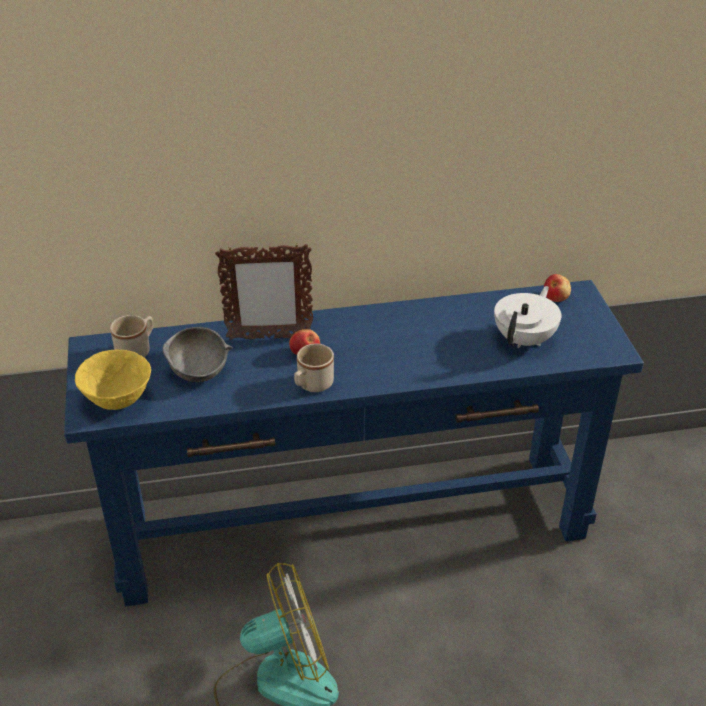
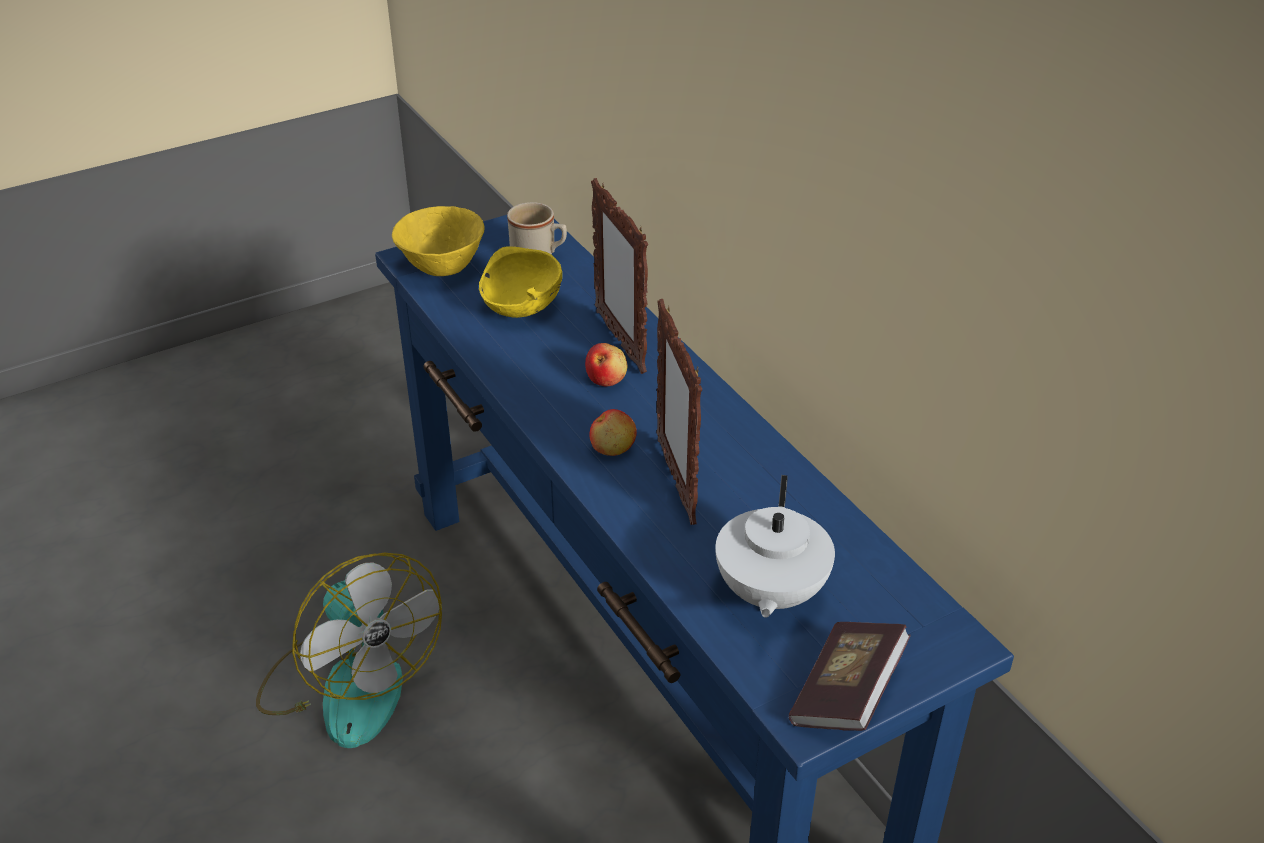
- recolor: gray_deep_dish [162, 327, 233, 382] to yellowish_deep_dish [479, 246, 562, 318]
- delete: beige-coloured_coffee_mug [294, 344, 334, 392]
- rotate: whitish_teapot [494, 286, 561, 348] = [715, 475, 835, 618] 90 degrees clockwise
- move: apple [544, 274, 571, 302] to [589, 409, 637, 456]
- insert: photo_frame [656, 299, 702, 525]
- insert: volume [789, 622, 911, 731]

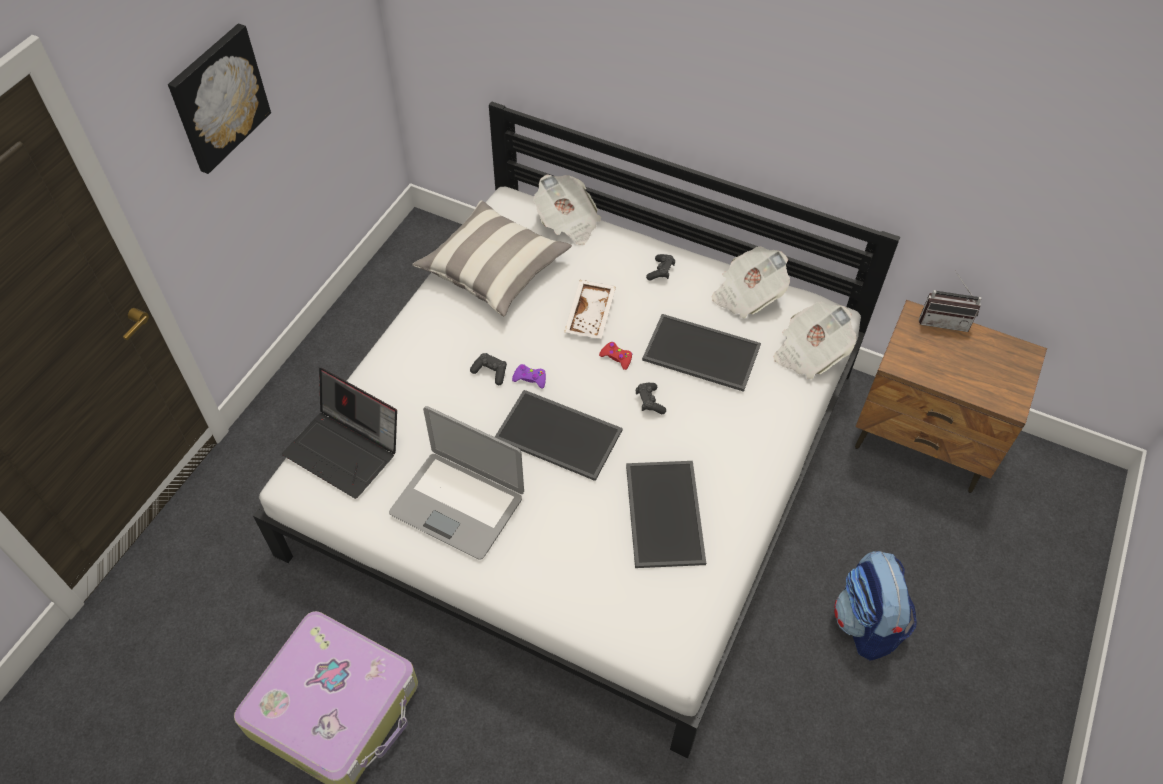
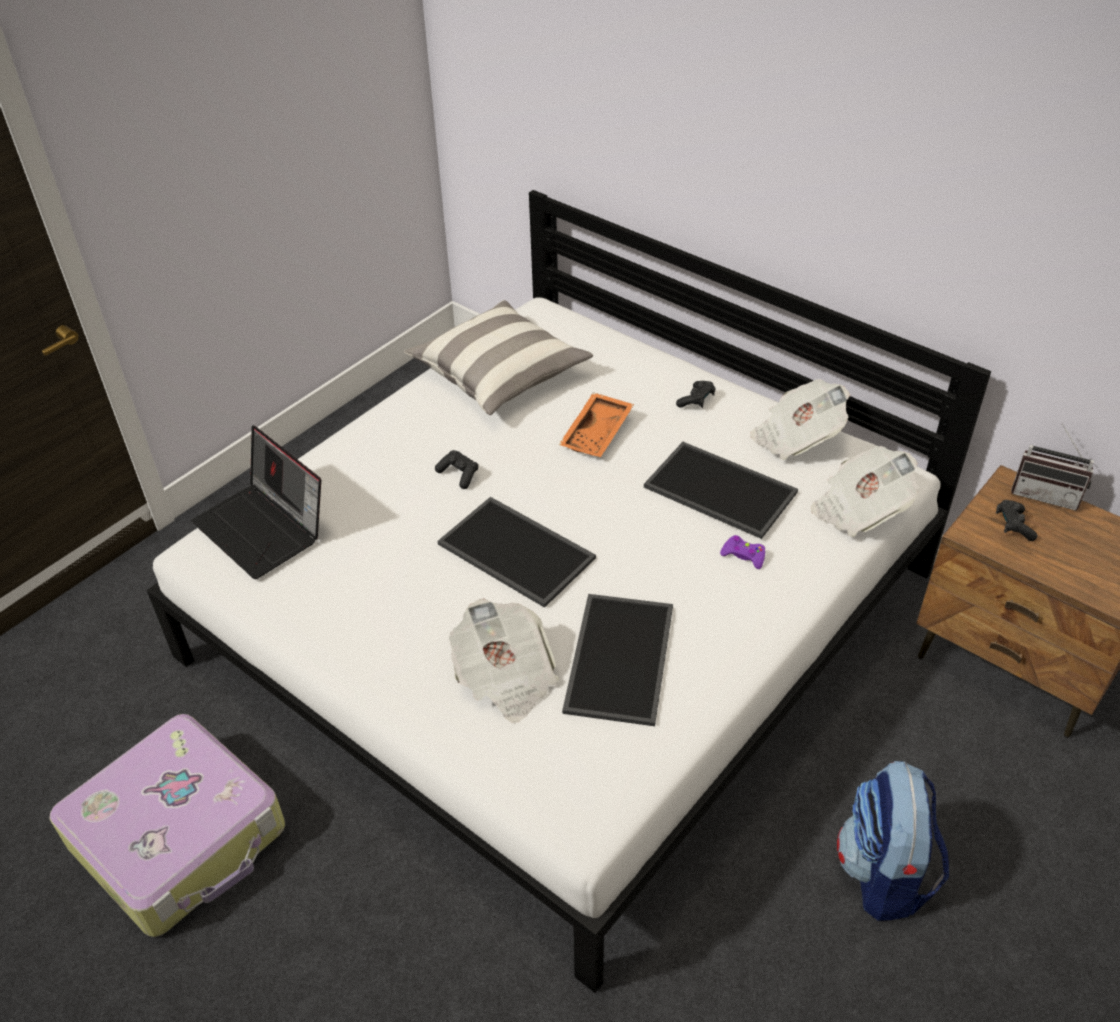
- delete: picture [168, 24, 271, 174]
- delete: portable_computer [389, 406, 524, 560]
- move: purple_joypad [512, 364, 546, 388] to [720, 535, 765, 569]
- move: printed_paper [533, 174, 601, 245] to [449, 599, 559, 722]
- recolor: whitish_tray [564, 280, 616, 339] to orange-coloured_tray [559, 393, 634, 457]
- delete: reddish_joypad [599, 342, 633, 370]
- move: blackish_joypad [636, 383, 666, 414] to [996, 500, 1037, 541]

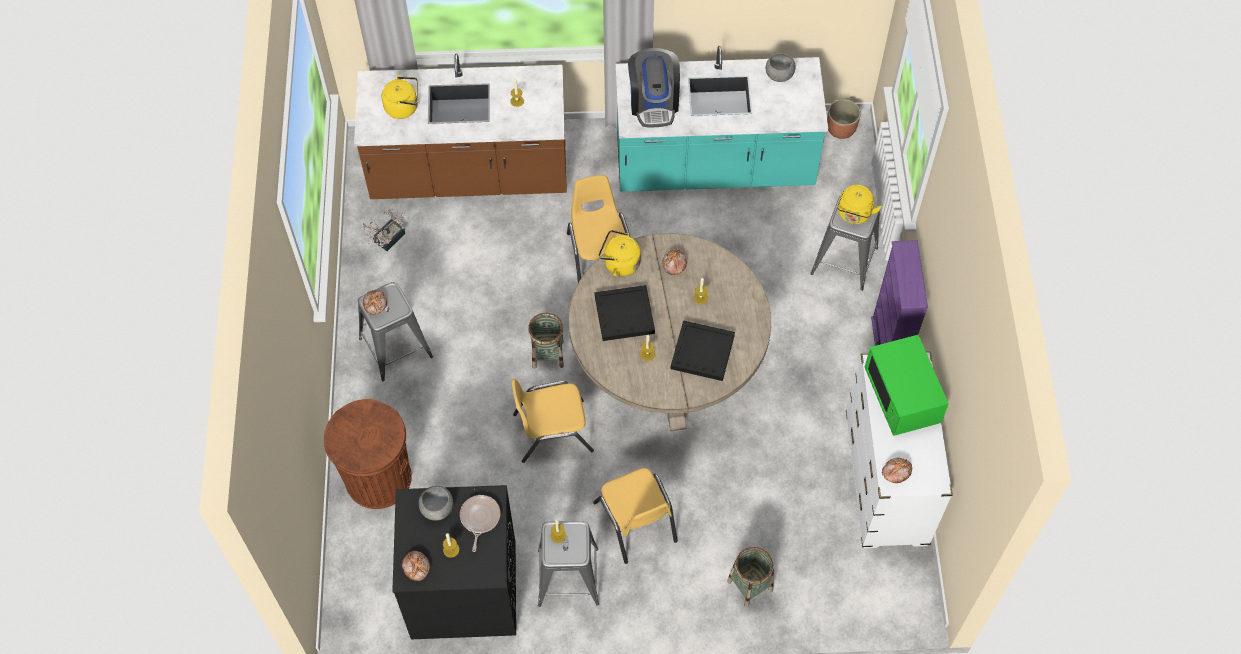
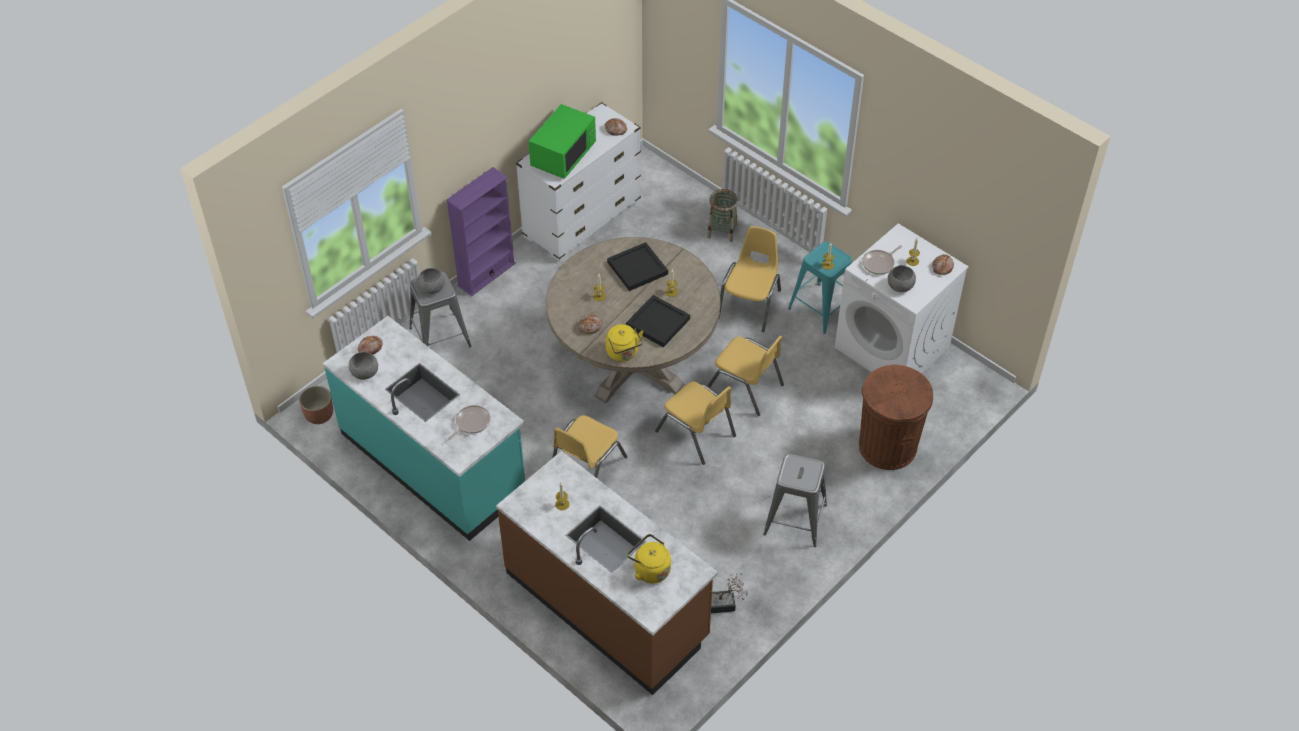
- move: baked_bread [363, 289, 387, 315] to [357, 336, 383, 355]
- recolor: blackish_laundry_machine [392, 485, 516, 639] to whitish_laundry_machine [835, 223, 969, 374]
- replace: household_basket [528, 313, 564, 369] to yellowish_upright_chair [655, 382, 736, 465]
- recolor: gray_stool [538, 521, 599, 607] to turquoise-coloured_stool [788, 241, 852, 334]
- replace: coffee_machine [628, 48, 680, 127] to frying_pan [448, 405, 490, 440]
- replace: yellowish_kettle [837, 185, 882, 224] to gray_deep_dish [418, 268, 445, 294]

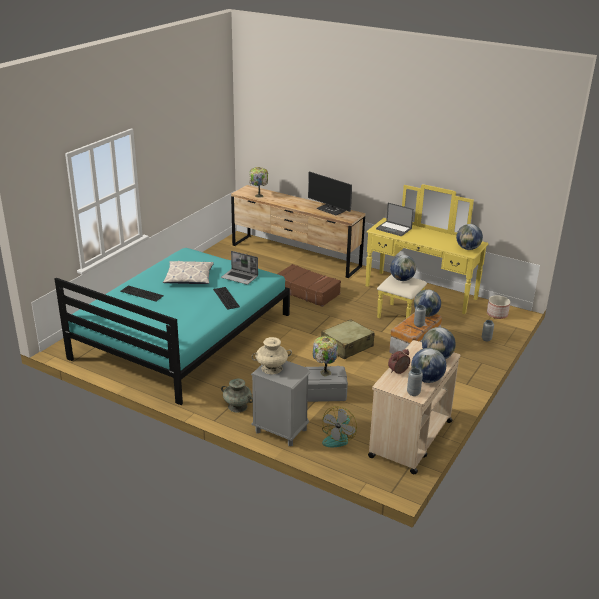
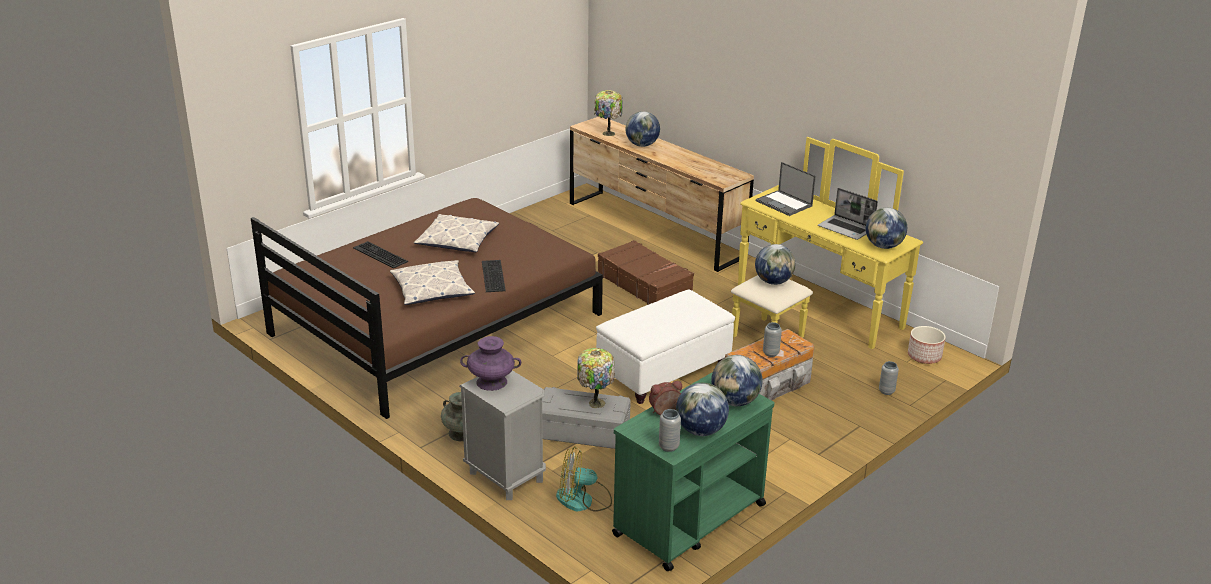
- recolor: turquoise-coloured_sleeping_bed [55, 248, 290, 405] to brown_sleeping_bed [251, 198, 603, 419]
- move: portable_computer [221, 251, 258, 285] to [818, 188, 878, 240]
- recolor: beige-coloured_decorative_vase [251, 337, 292, 374] to purple_decorative_vase [460, 336, 521, 391]
- delete: computer_display [308, 171, 352, 216]
- replace: beige-coloured_suitcase [321, 319, 375, 359] to whitish_ottoman [596, 289, 735, 404]
- rotate: fan [322, 406, 357, 447] = [556, 447, 612, 512] 45 degrees clockwise
- recolor: beige-coloured_cart [368, 340, 460, 474] to green_cart [612, 372, 775, 571]
- move: desk_globe [414, 289, 441, 317] to [626, 111, 660, 147]
- insert: pillow [390, 260, 475, 305]

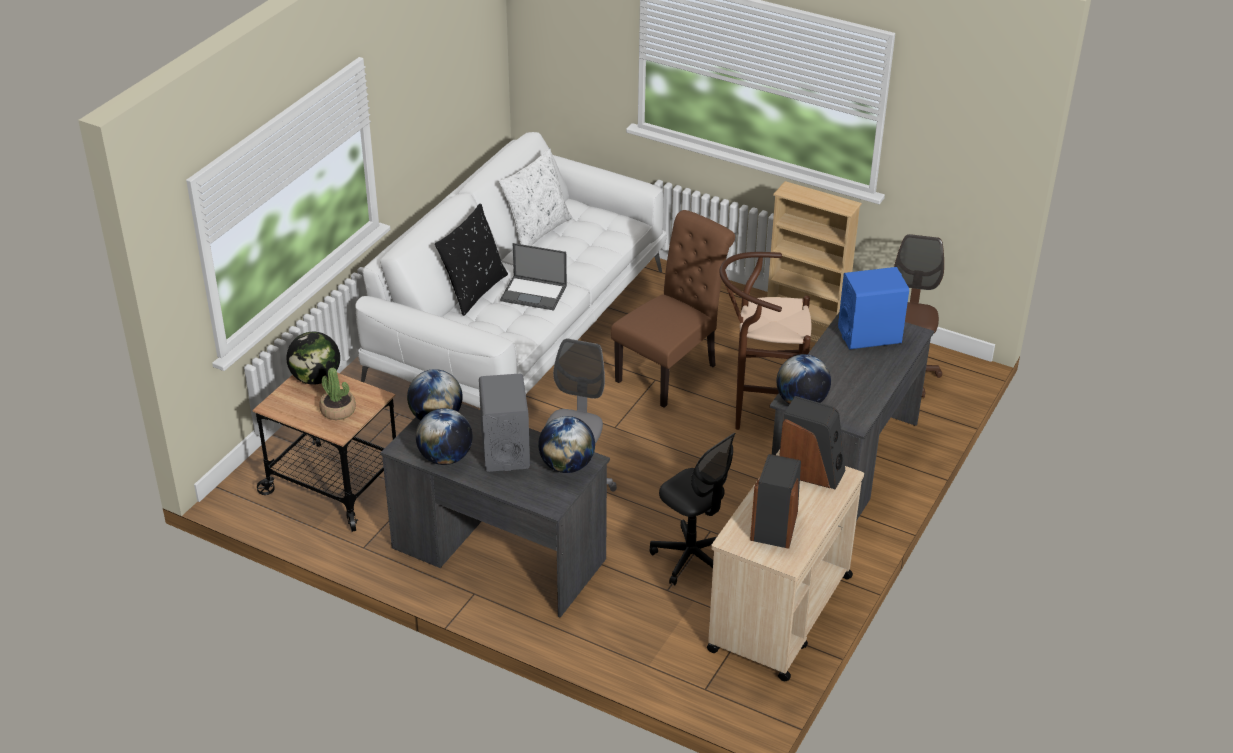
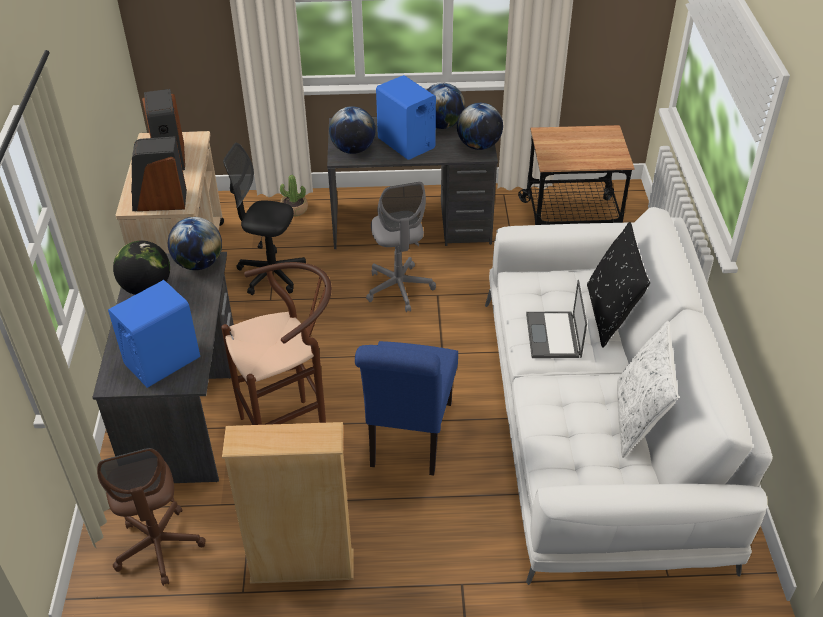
- move: desk_globe [286, 332, 340, 385] to [113, 240, 170, 295]
- move: potted_plant [319, 368, 356, 420] to [280, 175, 308, 217]
- recolor: gray_audio_speaker [479, 374, 530, 472] to bluish_audio_speaker [376, 75, 436, 160]
- rotate: portable_computer [500, 243, 567, 310] = [526, 280, 587, 358] 75 degrees counterclockwise
- recolor: brown_upright_chair [611, 210, 735, 408] to bluish_upright_chair [355, 341, 458, 475]

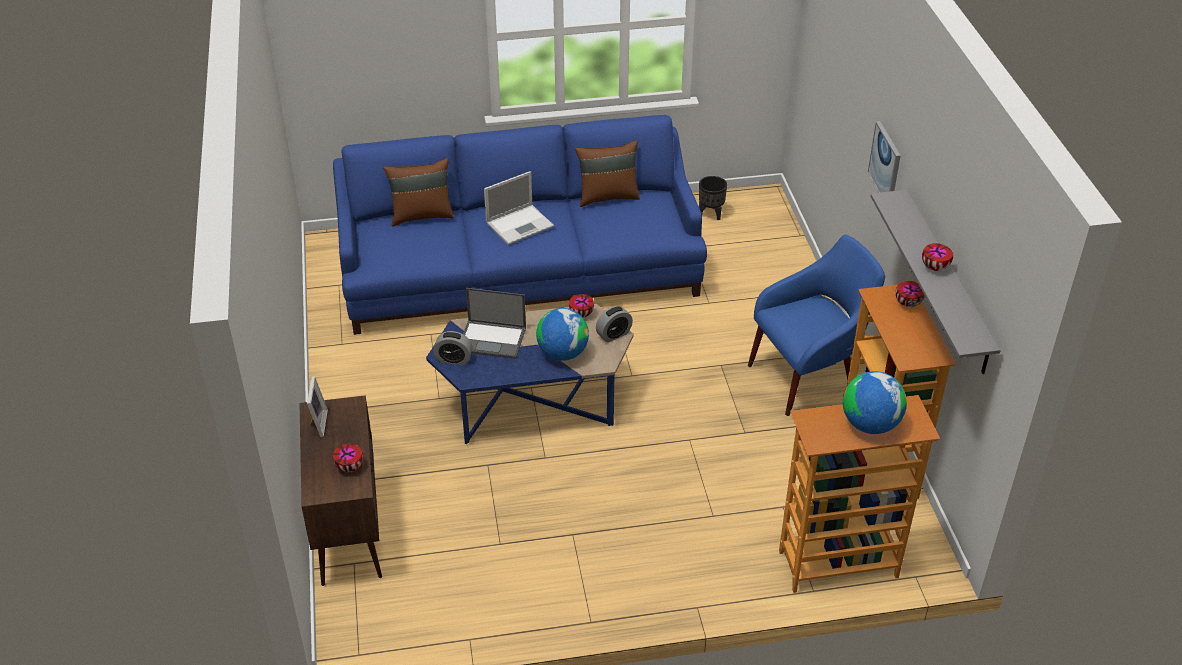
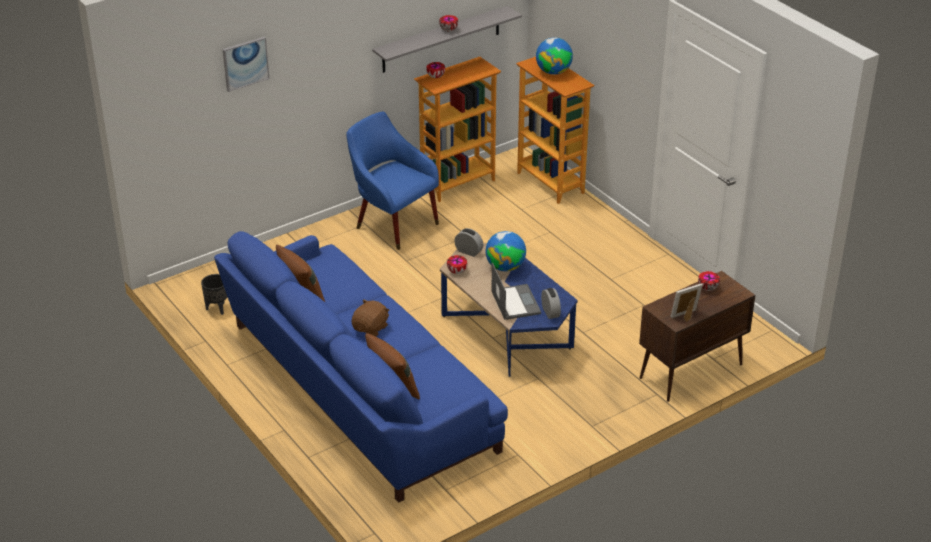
- replace: portable_computer [484, 171, 554, 245] to brown_cuddly_toy [352, 299, 390, 337]
- move: picture [868, 121, 901, 193] to [223, 37, 269, 92]

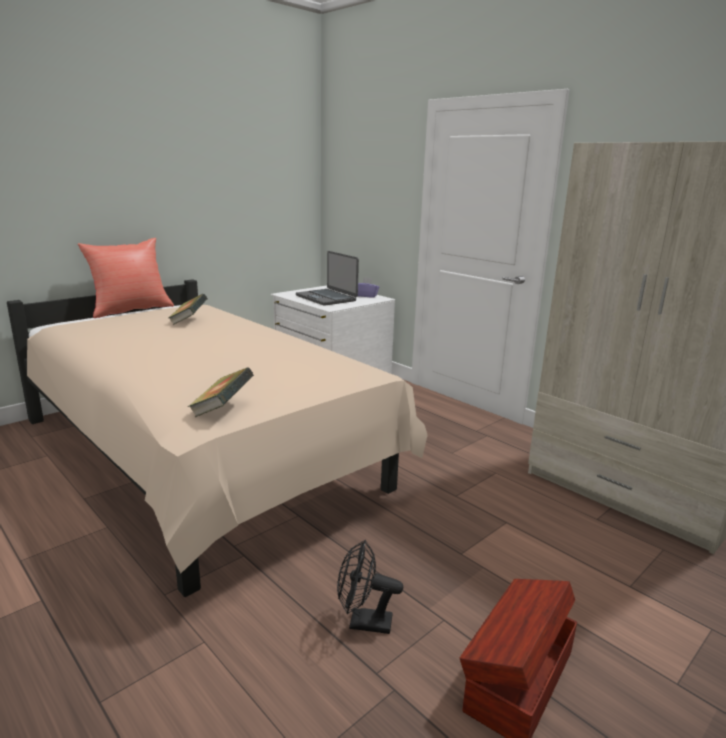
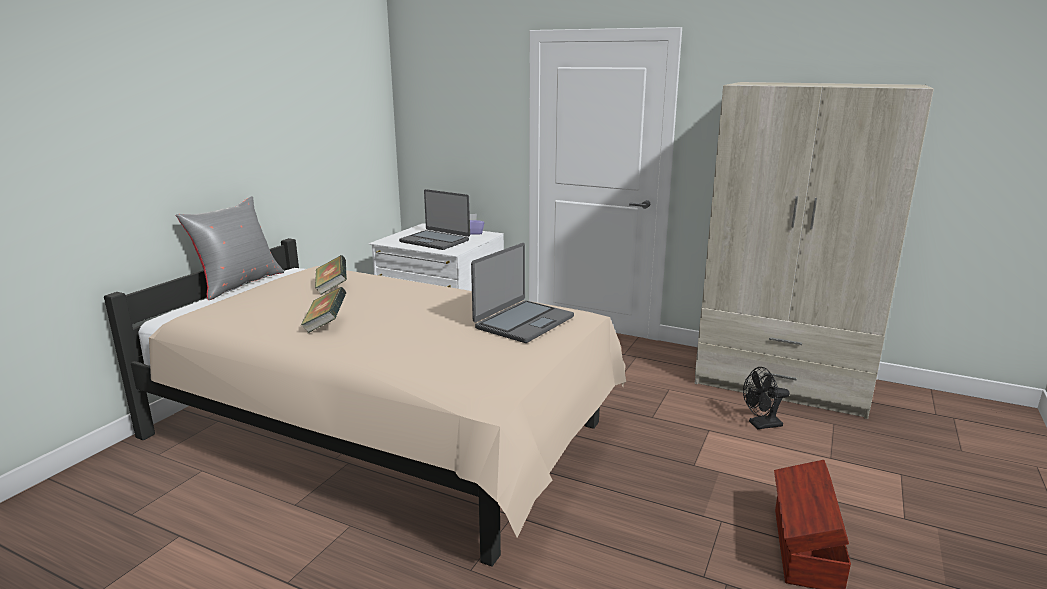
- recolor: reddish_pillow [77, 238, 174, 318] to gray_pillow [175, 196, 284, 300]
- move: volume [188, 368, 254, 417] to [300, 287, 346, 333]
- move: blackish_fan [337, 540, 403, 634] to [743, 367, 790, 430]
- insert: portable_computer [471, 243, 574, 343]

